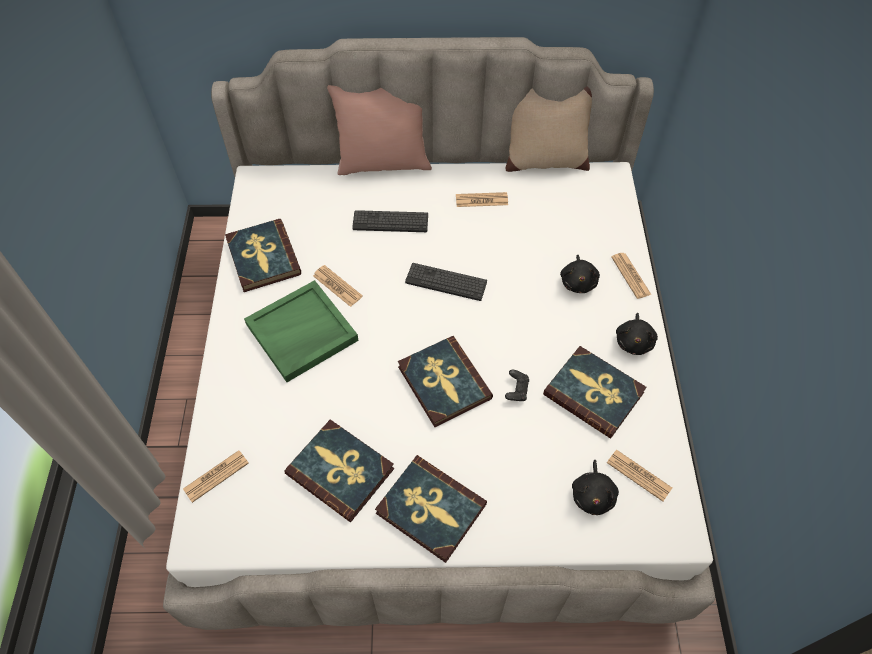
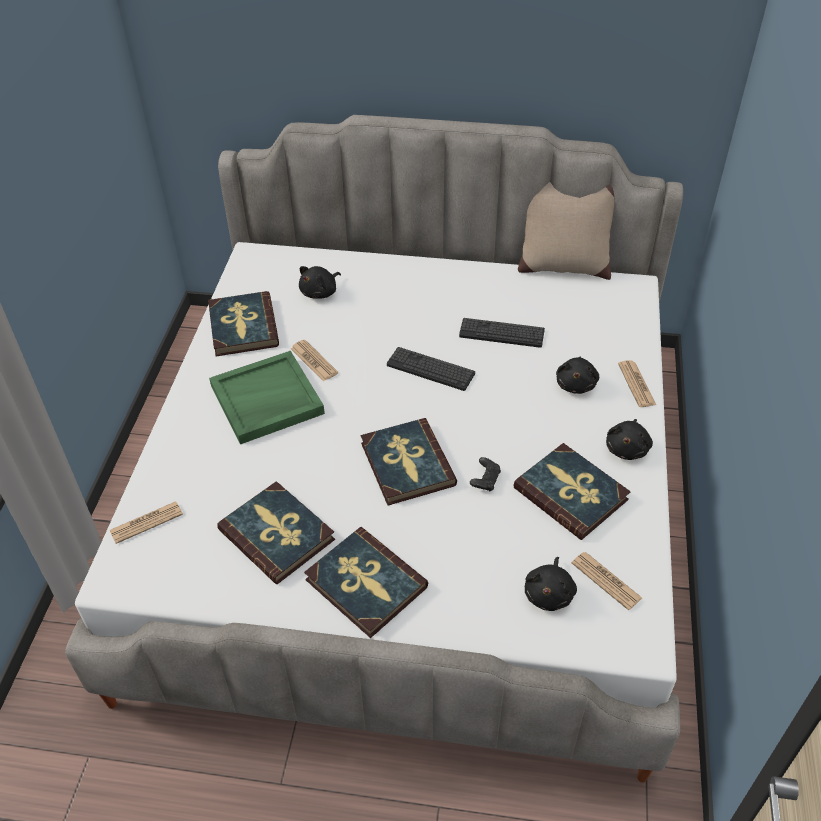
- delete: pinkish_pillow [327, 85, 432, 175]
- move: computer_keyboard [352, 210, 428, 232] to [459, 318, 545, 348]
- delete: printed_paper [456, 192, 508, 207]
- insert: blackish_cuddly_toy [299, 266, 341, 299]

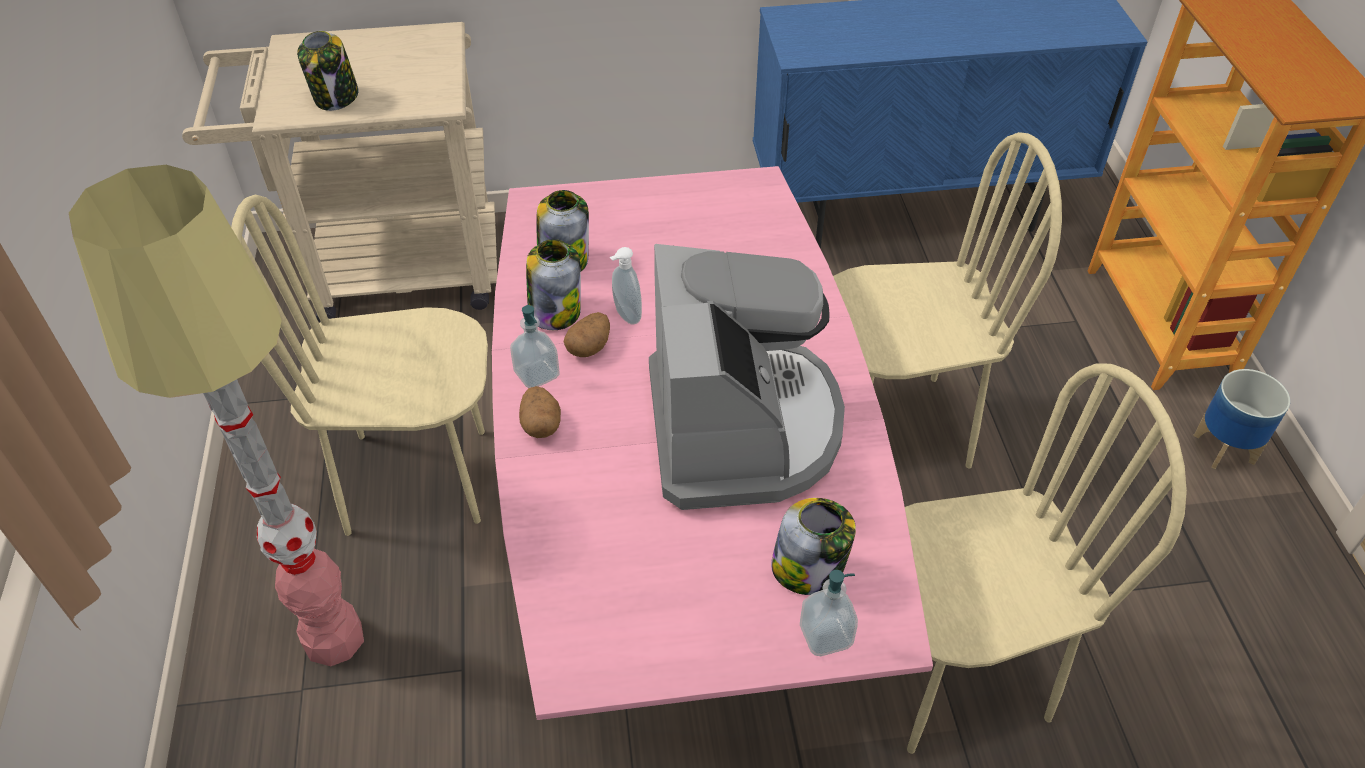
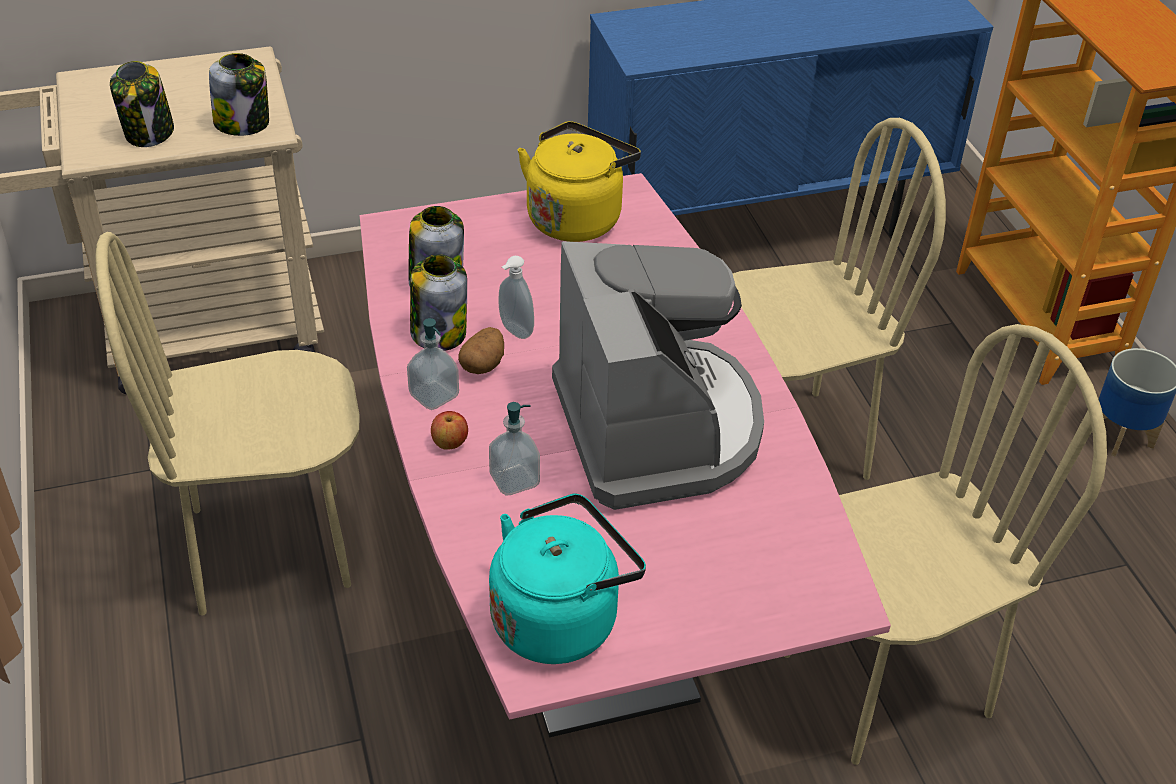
- delete: floor_lamp [69, 165, 364, 666]
- replace: potato [519, 386, 561, 438] to apple [431, 411, 468, 450]
- move: storage_jar [771, 498, 856, 595] to [209, 53, 269, 136]
- move: soap_dispenser [800, 570, 858, 656] to [489, 402, 540, 495]
- insert: turquoise-coloured_kettle [489, 493, 646, 664]
- insert: yellowish_kettle [518, 121, 641, 242]

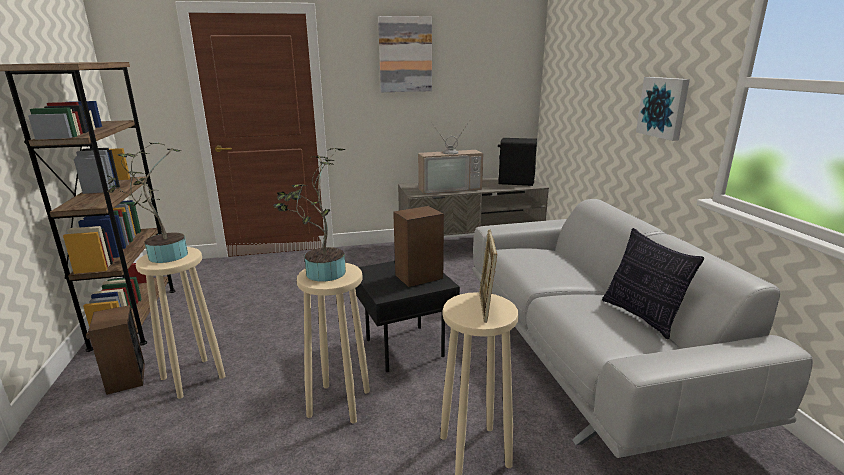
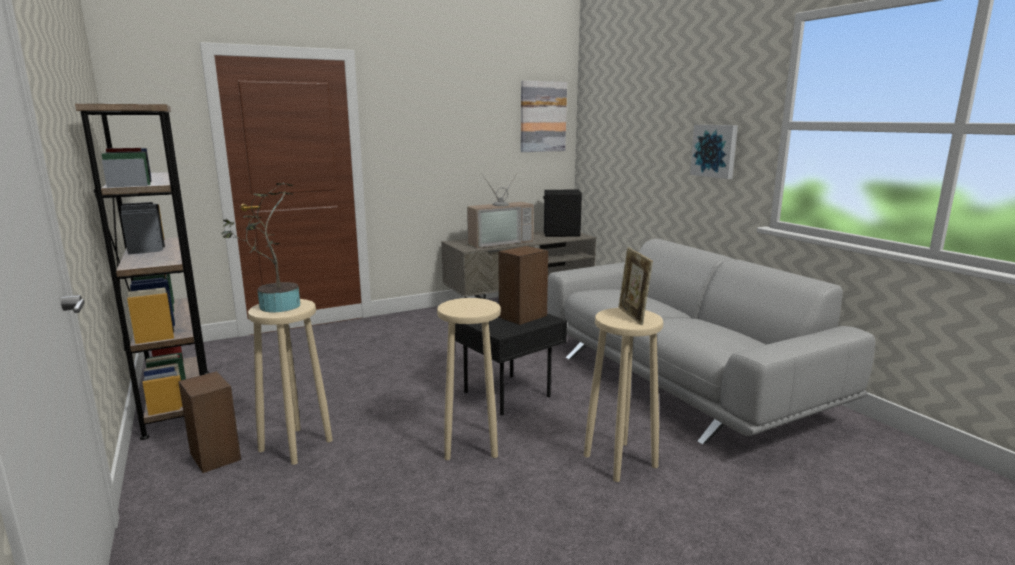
- delete: potted_plant [273, 148, 346, 282]
- move: picture [378, 16, 432, 92] to [521, 81, 567, 152]
- delete: pillow [602, 228, 704, 339]

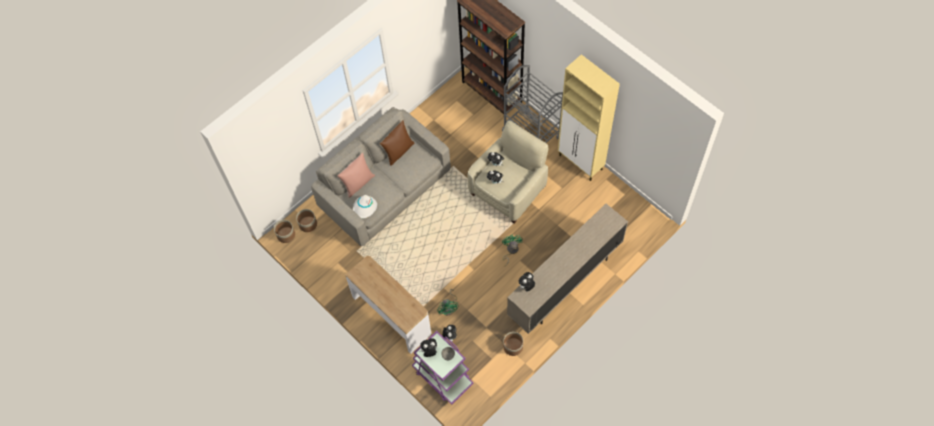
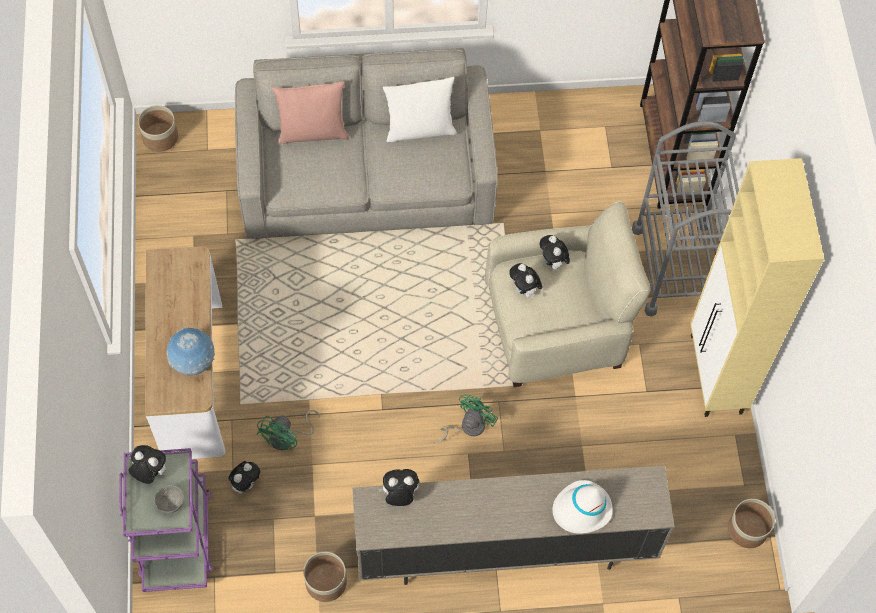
- move: plant_pot [296, 209, 317, 232] to [728, 499, 775, 548]
- move: whitish_clothing_hat [353, 195, 377, 218] to [552, 480, 613, 534]
- recolor: brown_pillow [380, 120, 414, 166] to whitish_pillow [383, 77, 457, 142]
- insert: desk_globe [166, 326, 215, 375]

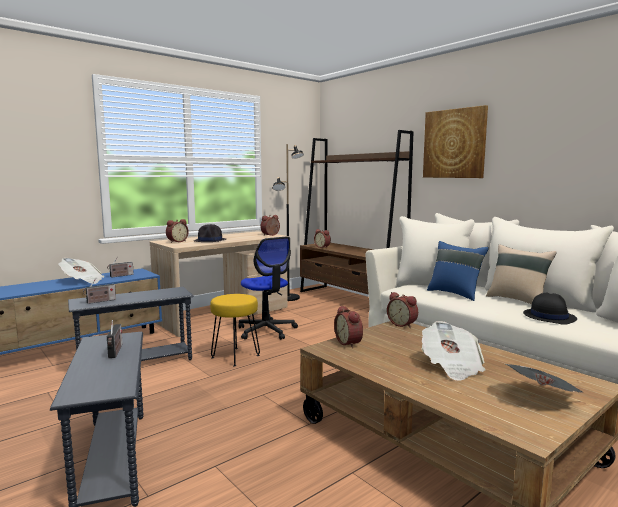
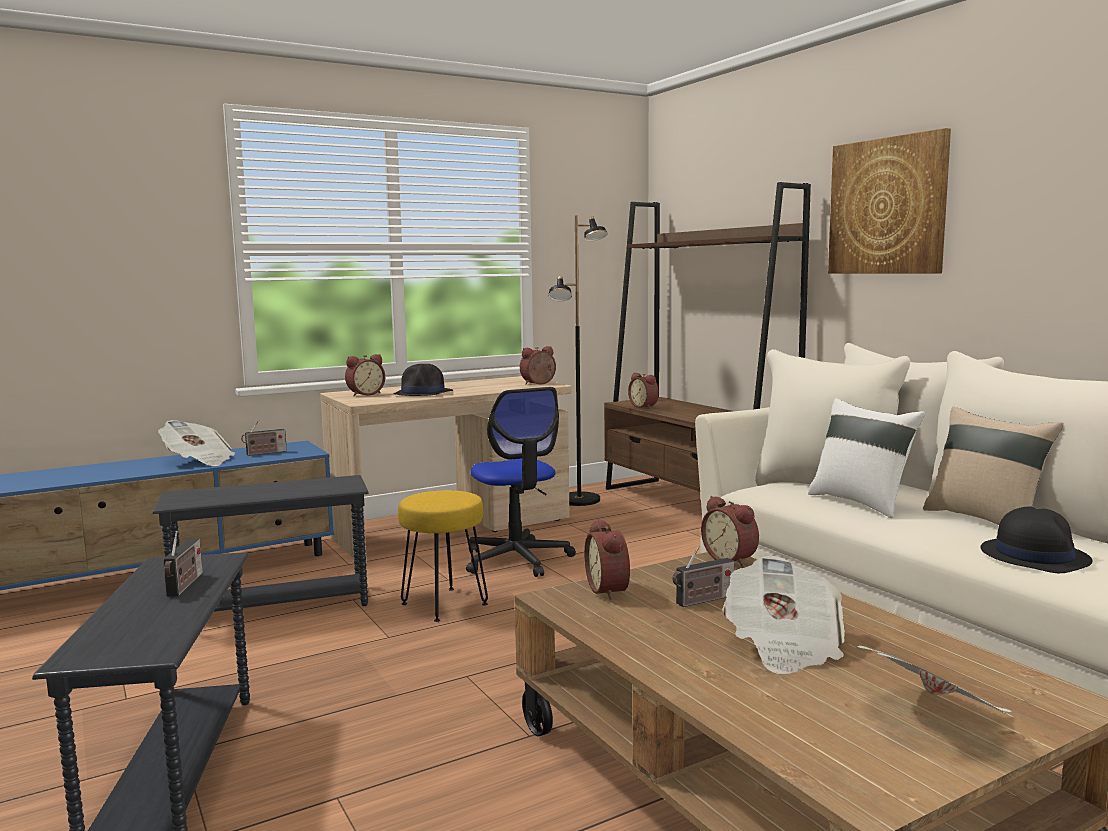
- move: radio_set [83, 278, 116, 304] to [672, 546, 734, 607]
- recolor: bluish_pillow [427, 241, 489, 301] to whitish_pillow [808, 398, 925, 518]

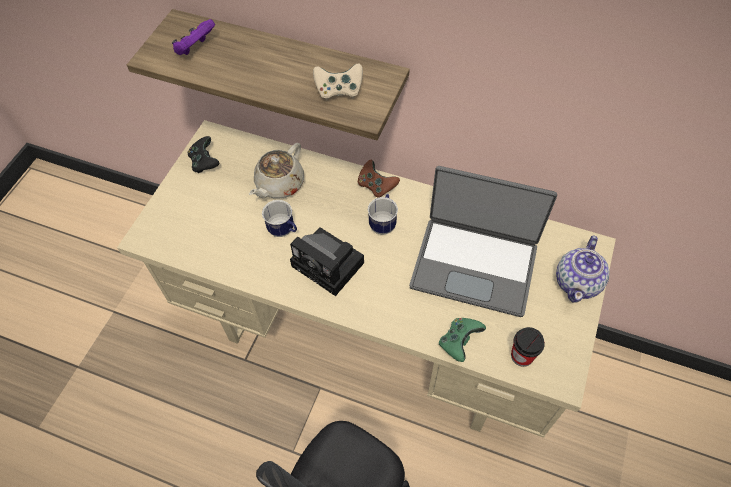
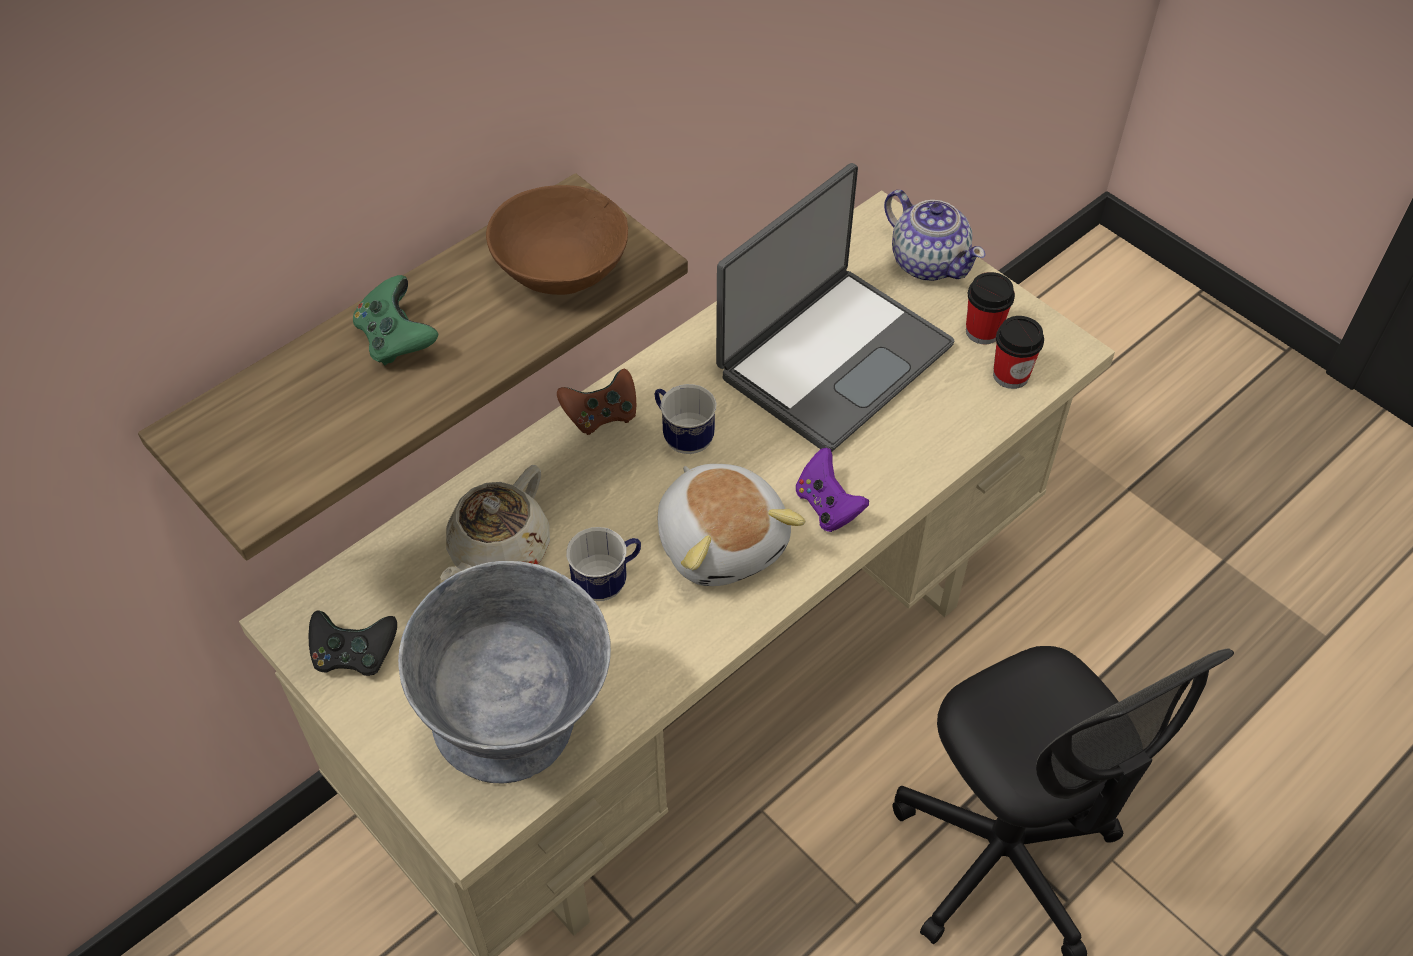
- move: purple_joypad [172, 19, 215, 55] to [796, 448, 869, 532]
- rotate: beige-coloured_teapot [249, 143, 304, 199] = [440, 465, 550, 580] 60 degrees clockwise
- replace: photo_camera [290, 227, 364, 296] to cuddly_toy [658, 464, 805, 586]
- replace: beige-coloured_joypad [313, 63, 363, 100] to brown_deep_dish [486, 185, 628, 295]
- move: green_joypad [439, 318, 486, 362] to [353, 275, 438, 365]
- insert: gray_deep_dish [398, 561, 611, 784]
- insert: drinking_cup [966, 272, 1015, 345]

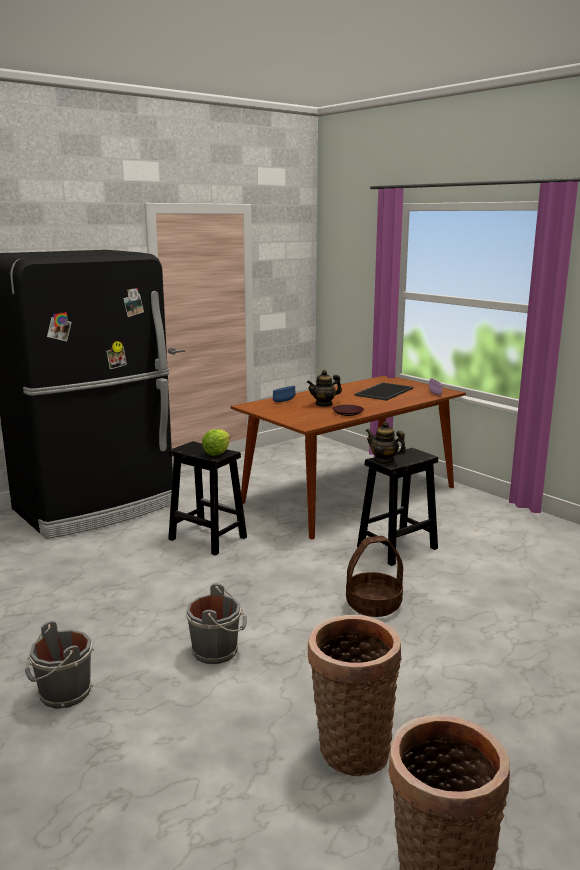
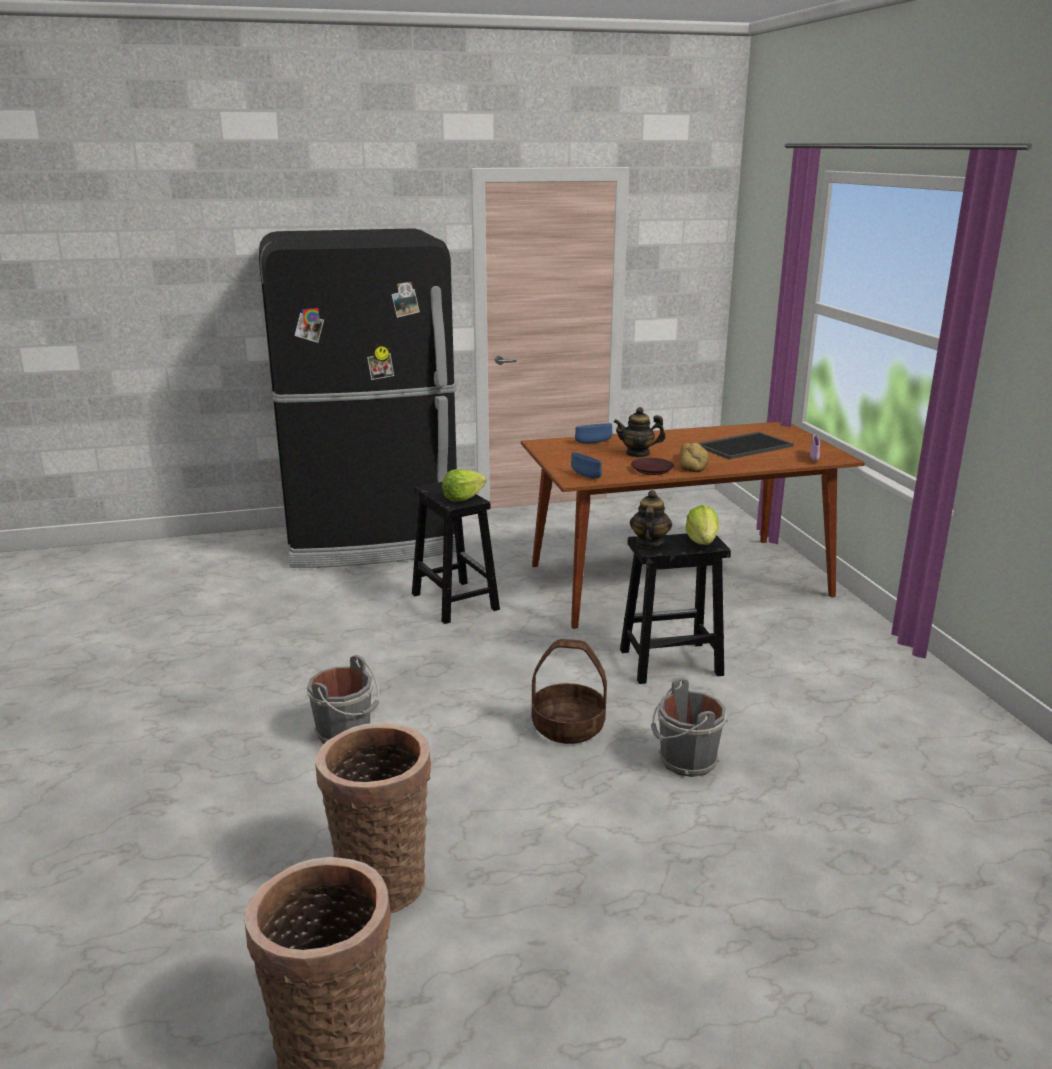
- move: gray_bucket [25, 621, 94, 709] to [651, 678, 729, 777]
- rotate: teapot [366, 422, 406, 464] = [630, 490, 672, 548] 45 degrees clockwise
- insert: bluish_deep_dish [571, 452, 602, 478]
- insert: baked_bread [680, 443, 709, 472]
- insert: lettuce [685, 505, 719, 545]

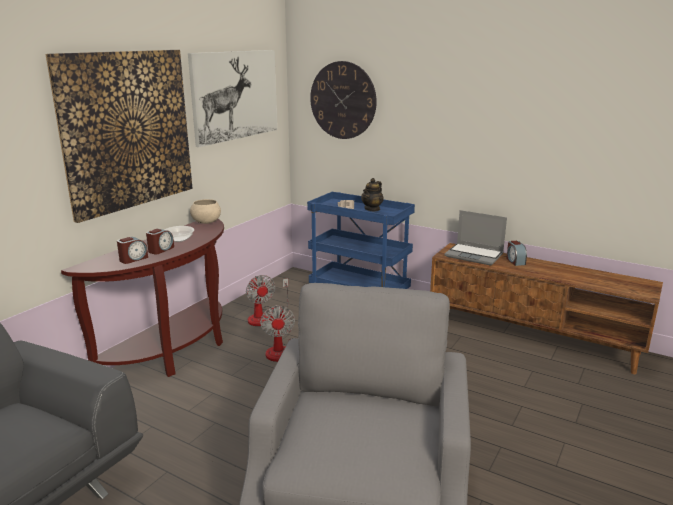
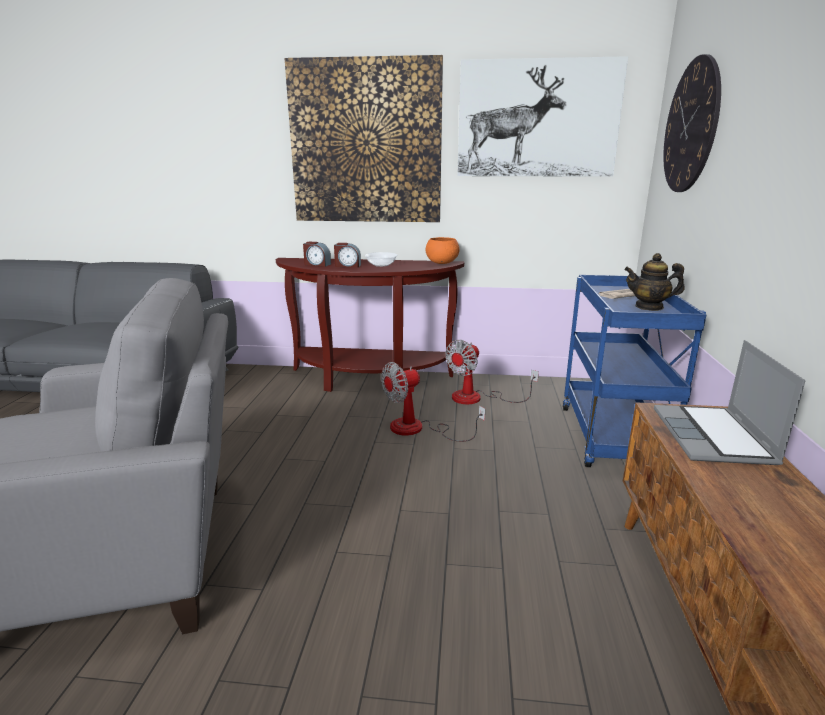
- recolor: beige-coloured_deep_dish [190, 199, 221, 224] to orange-coloured_deep_dish [426, 237, 460, 264]
- delete: table_clock [506, 241, 527, 266]

